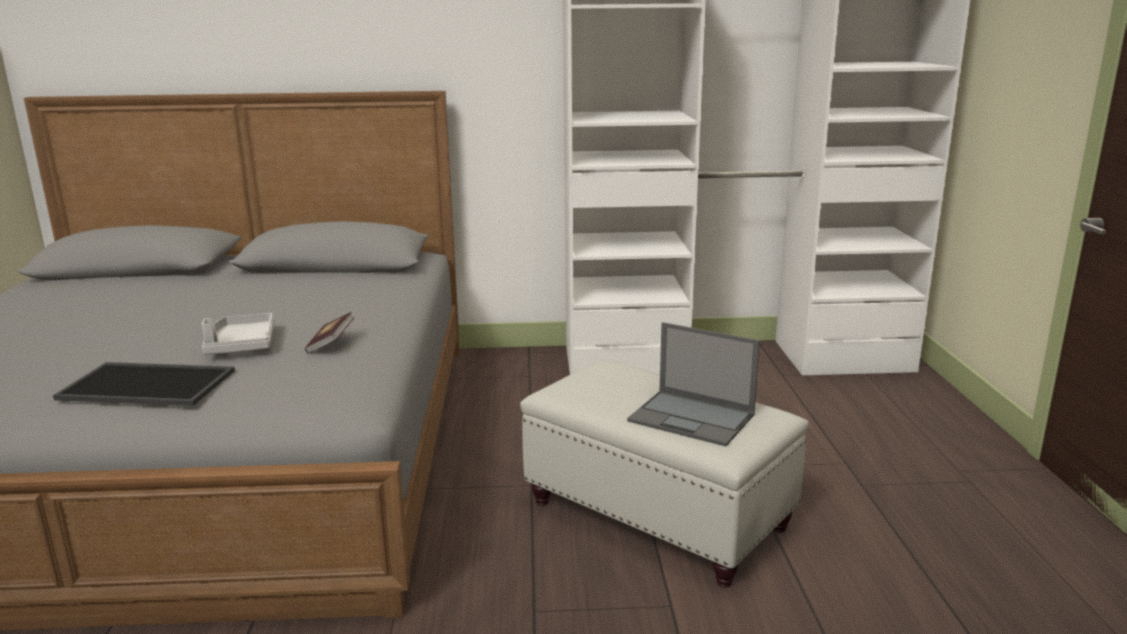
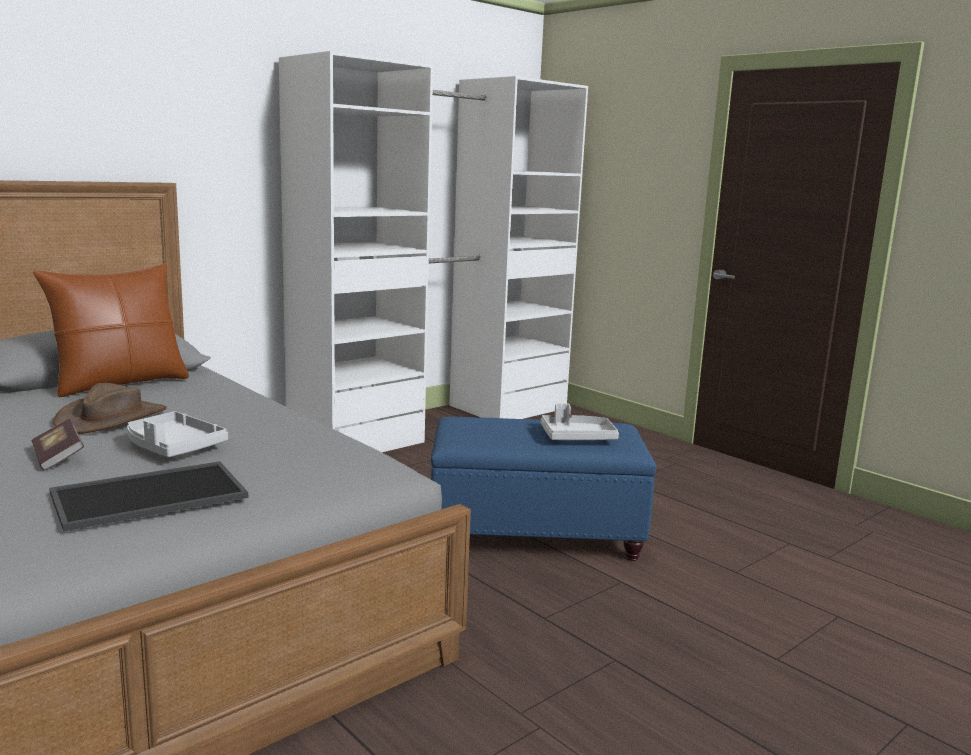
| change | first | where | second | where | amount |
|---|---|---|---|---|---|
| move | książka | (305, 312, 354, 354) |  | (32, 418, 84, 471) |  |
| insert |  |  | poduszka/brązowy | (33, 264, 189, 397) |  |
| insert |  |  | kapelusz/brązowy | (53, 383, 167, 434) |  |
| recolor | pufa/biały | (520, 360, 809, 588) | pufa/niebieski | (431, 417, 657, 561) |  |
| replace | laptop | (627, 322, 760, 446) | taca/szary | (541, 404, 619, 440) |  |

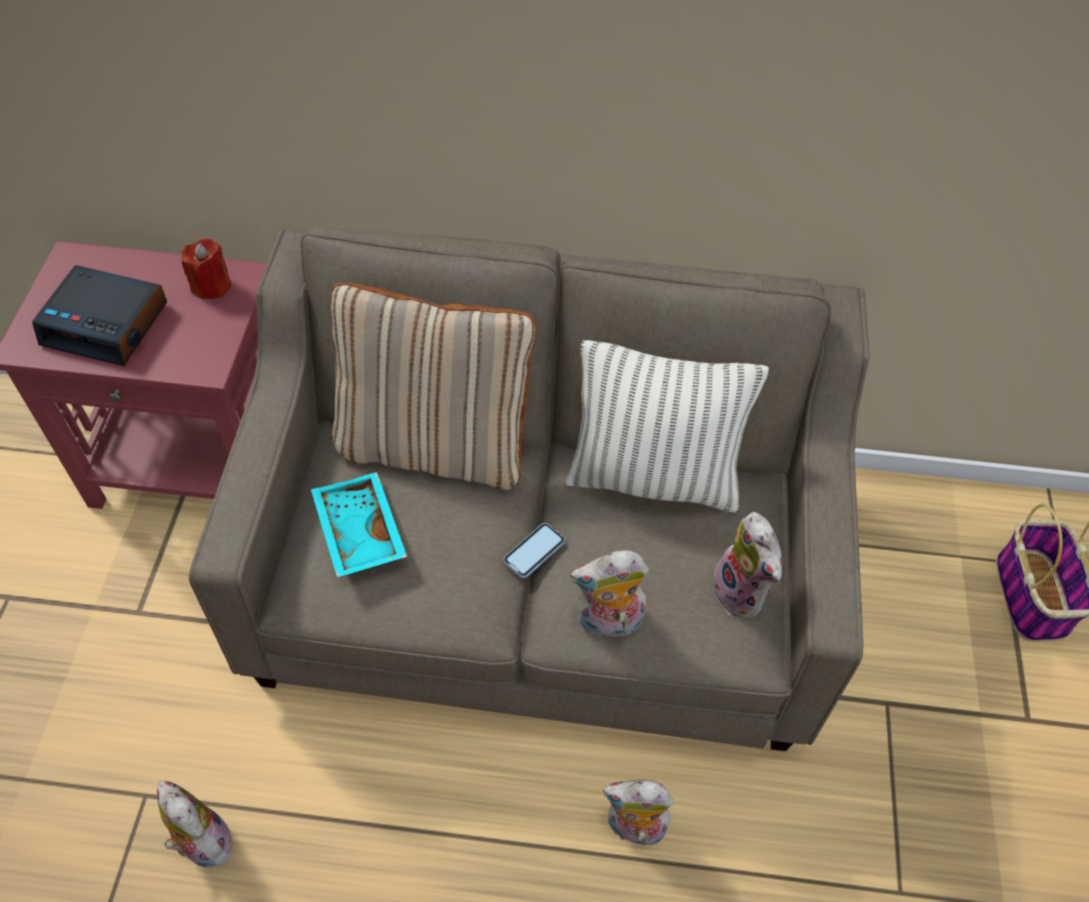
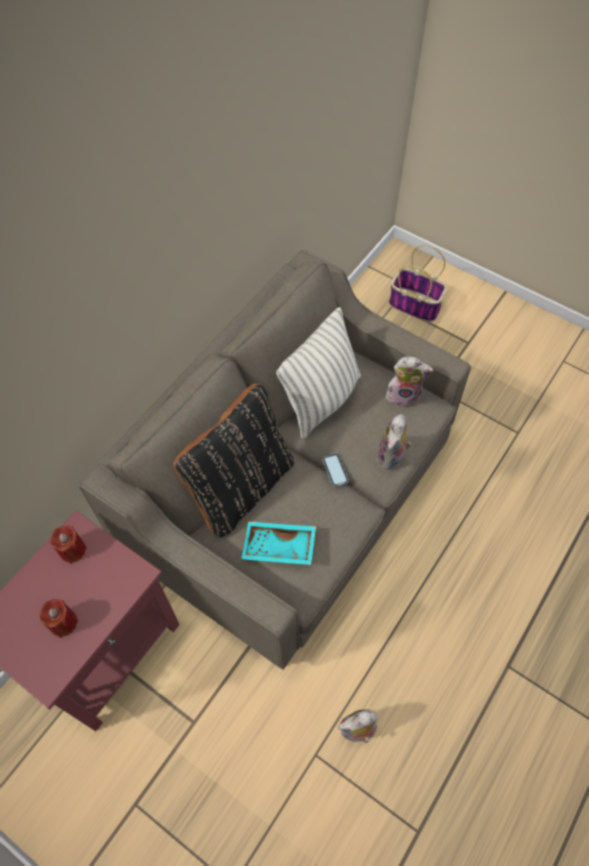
| change | first | where | second | where | amount |
|---|---|---|---|---|---|
| replace | budzik | (32, 265, 167, 366) | świeca/czerwony | (40, 599, 78, 638) |  |
| recolor | poduszka/beżowy | (331, 283, 537, 490) | poduszka/czarny | (173, 383, 294, 537) |  |
| delete | pluszak | (603, 779, 674, 846) |  |  |  |

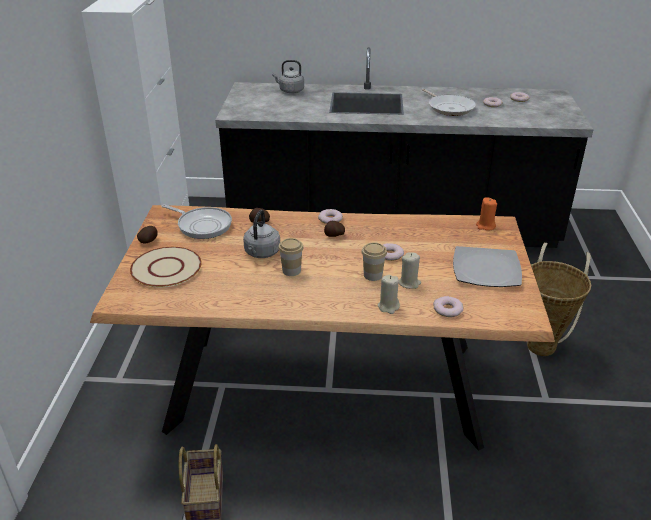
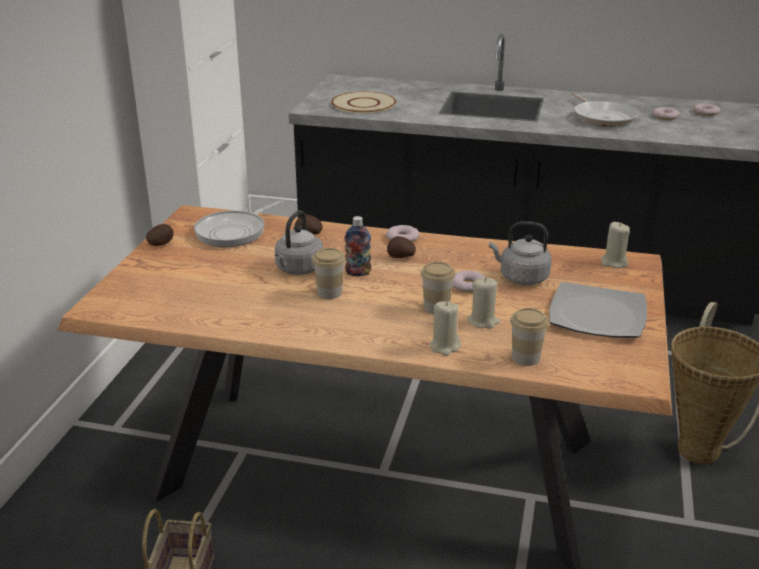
| change | first | where | second | where | amount |
|---|---|---|---|---|---|
| rotate | patelnia | (161, 204, 232, 239) |  | (194, 200, 283, 247) | 90 degrees clockwise |
| move | talerz/beżowy | (130, 247, 202, 287) |  | (331, 91, 396, 114) |  |
| insert |  |  | butelka | (344, 216, 371, 276) |  |
| move | czajnik/szary | (272, 60, 304, 93) |  | (489, 221, 552, 285) |  |
| replace | donut | (433, 296, 463, 317) | filiżanka | (510, 308, 549, 366) |  |
| recolor | świeca/pomarańczowy | (476, 197, 497, 230) | świeca/beżowy | (601, 222, 630, 268) |  |

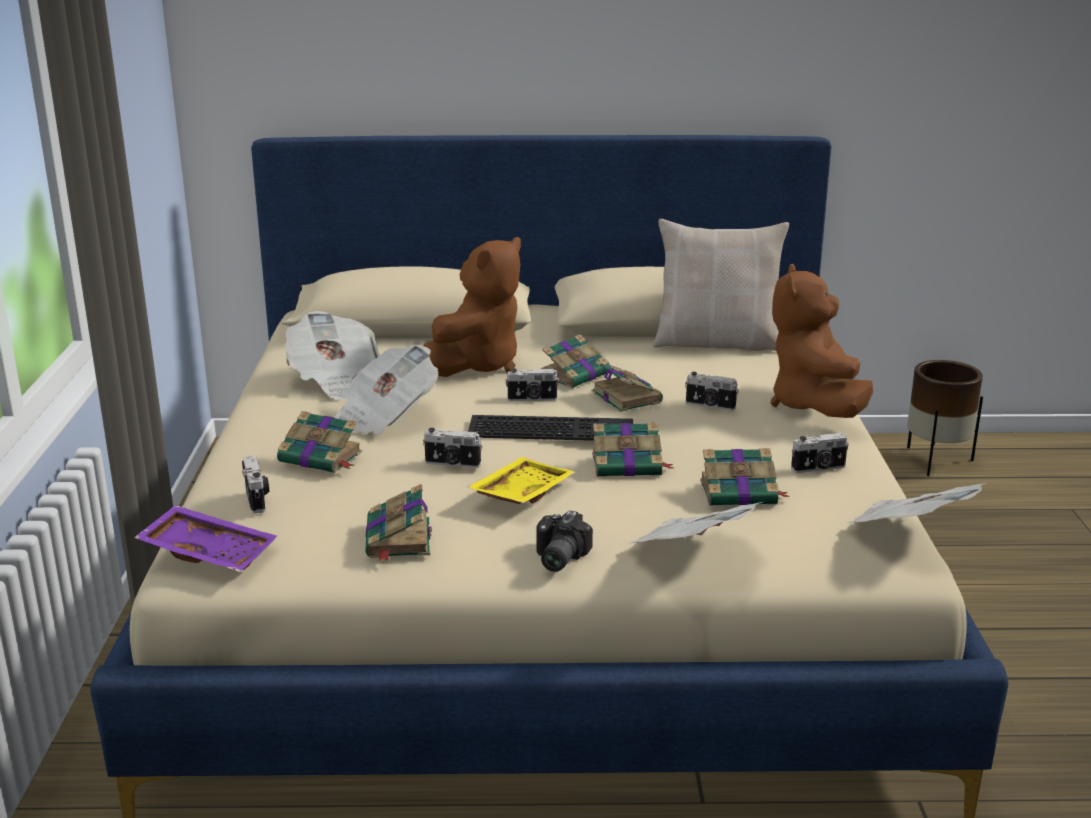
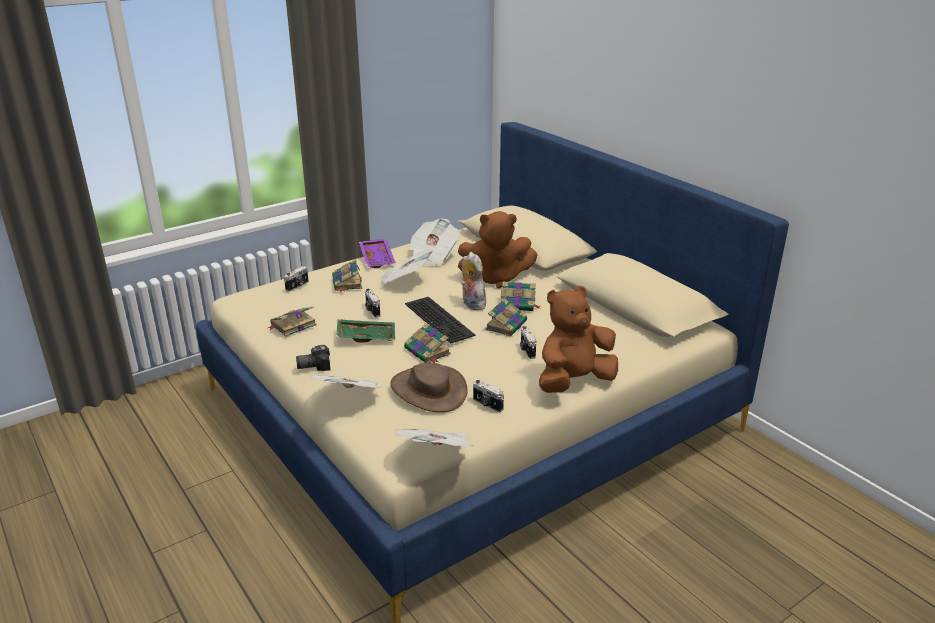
| change | first | where | second | where | amount |
|---|---|---|---|---|---|
| recolor | taca/żółty | (467, 457, 575, 504) | taca/zielony | (336, 319, 395, 342) |  |
| move | taca/fioletowy | (134, 505, 277, 572) |  | (359, 239, 396, 268) |  |
| replace | książka | (700, 448, 790, 506) | kapelusz/brązowy | (390, 363, 468, 412) |  |
| replace | aparat fotograficzny | (505, 368, 559, 401) | pluszak | (461, 252, 488, 310) |  |
| delete | poduszka/beżowy | (653, 219, 789, 351) |  |  |  |
| delete | donica/brązowy | (907, 360, 983, 476) |  |  |  |

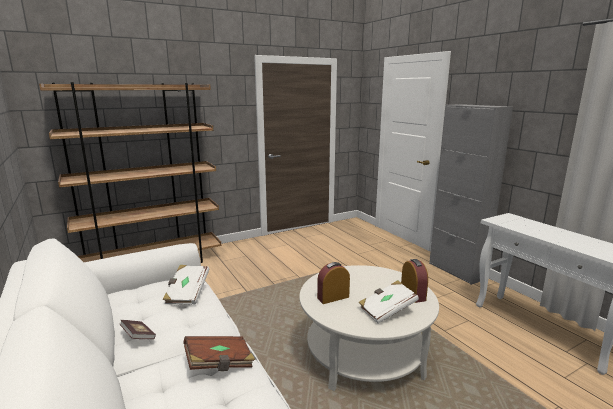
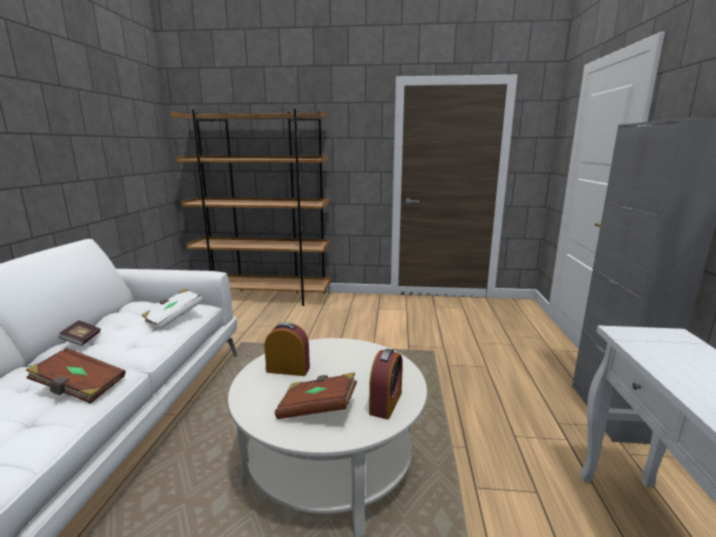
| change | first | where | second | where | amount |
|---|---|---|---|---|---|
| recolor | książka/biały | (358, 280, 419, 324) | książka/brązowy | (275, 372, 357, 419) |  |

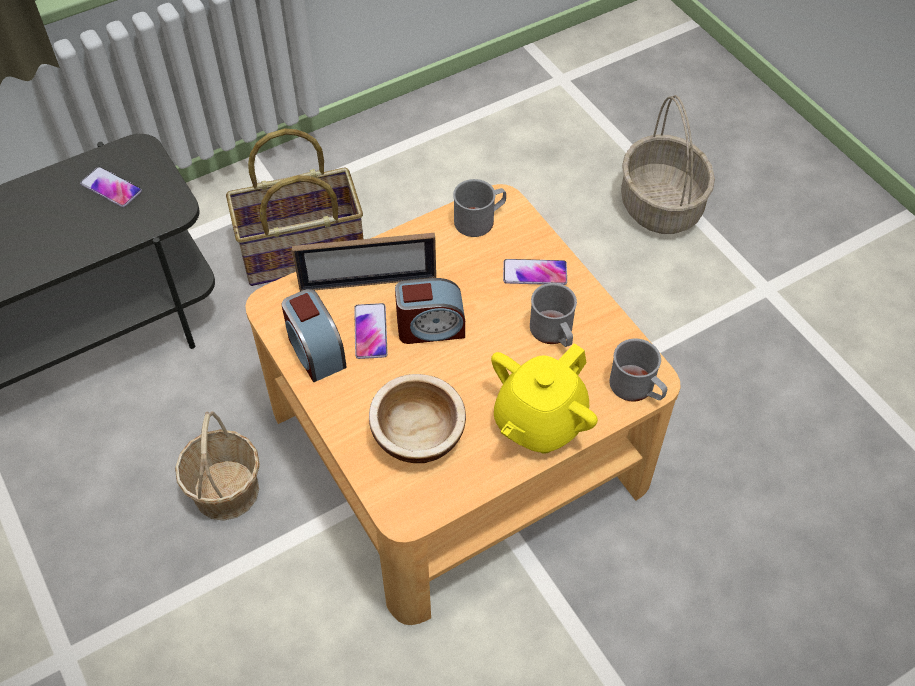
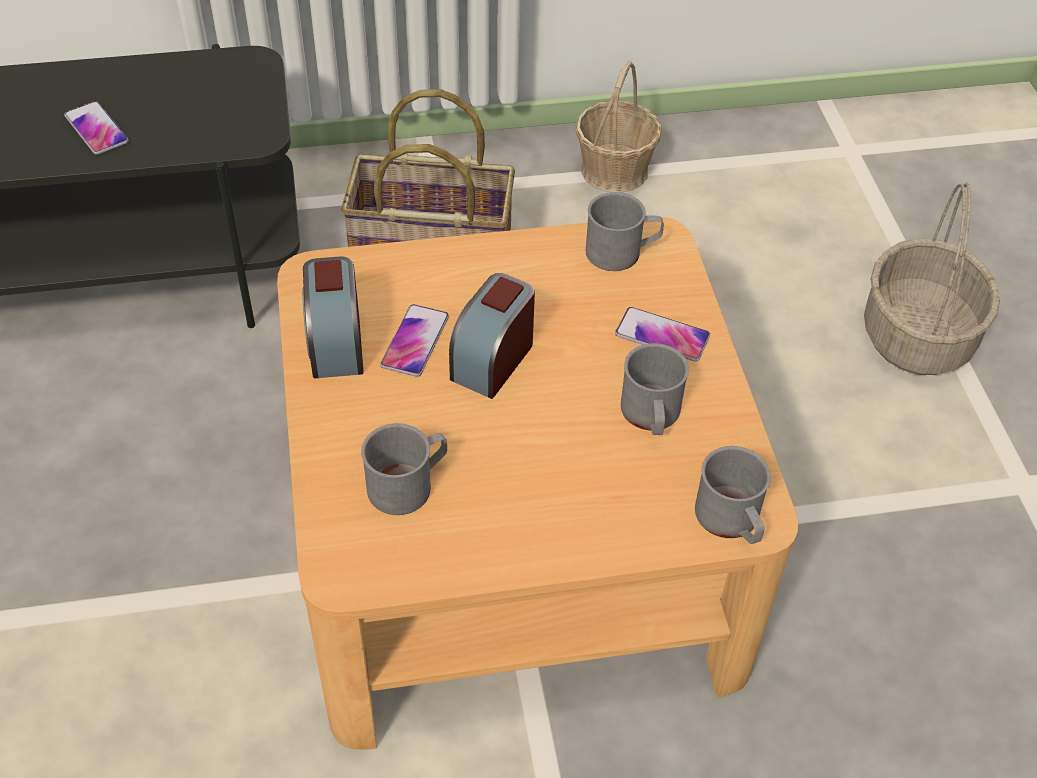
| change | first | where | second | where | amount |
|---|---|---|---|---|---|
| move | telefon | (80, 167, 142, 207) |  | (64, 101, 129, 155) |  |
| replace | miska | (369, 374, 466, 463) | kubek/szary | (361, 423, 447, 515) |  |
| rotate | budzik | (395, 278, 465, 344) |  | (449, 273, 535, 399) | 105 degrees clockwise |
| move | koszyk | (175, 411, 260, 521) |  | (576, 61, 661, 193) |  |
| delete | ramka na zdjęcie | (292, 233, 436, 292) |  |  |  |
| delete | imbryk/żółty | (491, 343, 598, 454) |  |  |  |

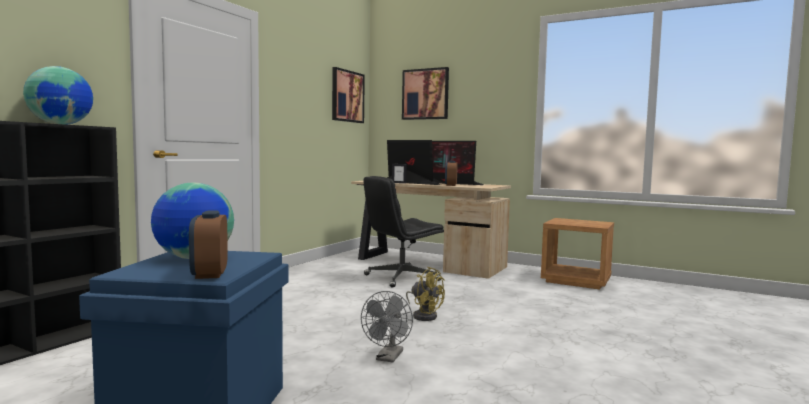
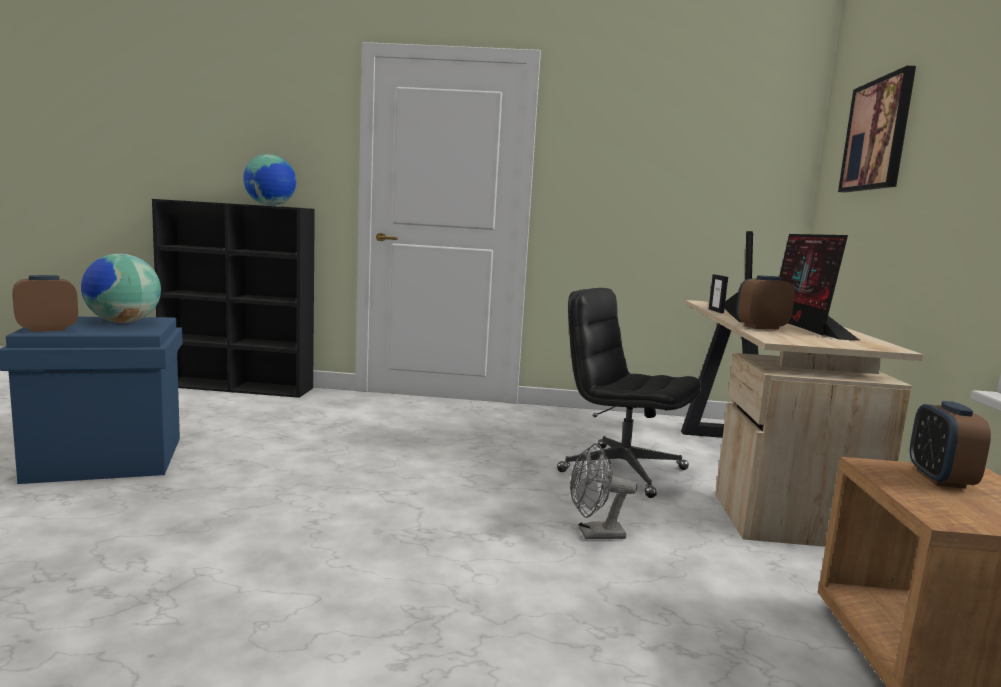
| change | first | where | second | where | amount |
|---|---|---|---|---|---|
| move | wentylator/szary | (361, 291, 413, 363) |  | (570, 444, 637, 539) |  |
| insert |  |  | budzik | (910, 401, 991, 489) |  |
| delete | obraz | (332, 67, 365, 123) |  |  |  |
| delete | wentylator/żółty | (406, 267, 445, 321) |  |  |  |

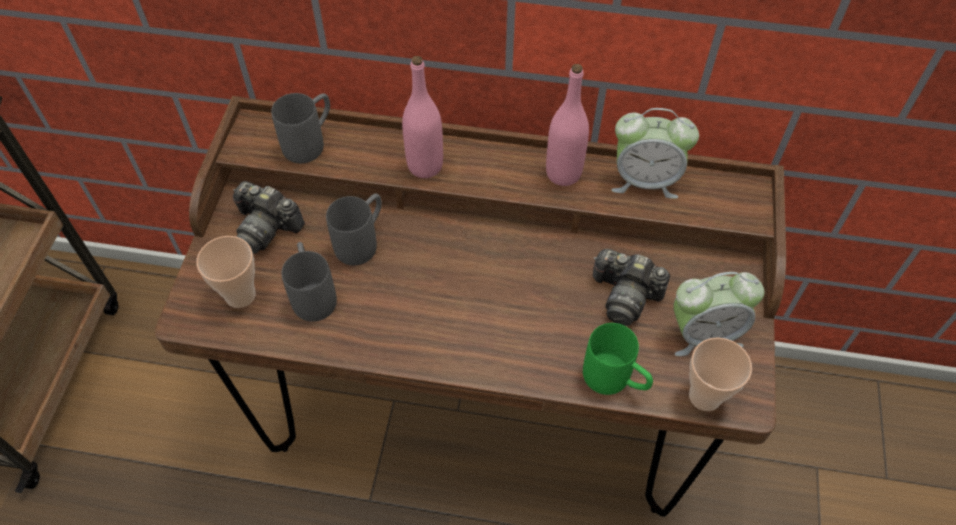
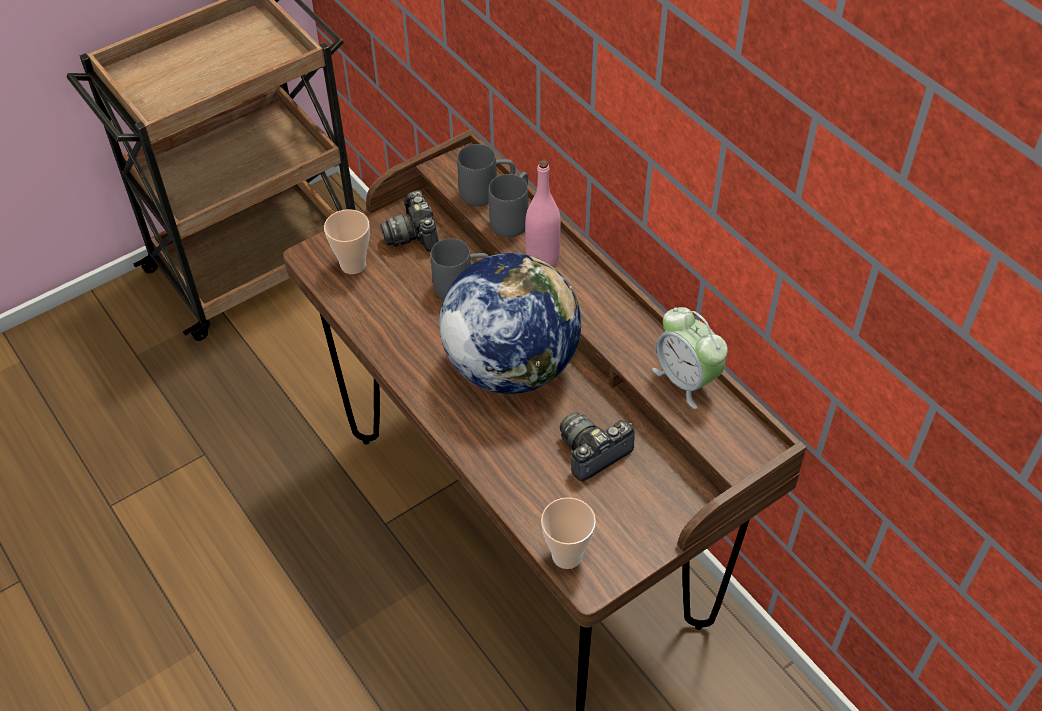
| change | first | where | second | where | amount |
|---|---|---|---|---|---|
| insert |  |  | globus | (439, 253, 581, 394) |  |
| move | kubek/szary | (282, 242, 337, 322) |  | (489, 172, 528, 237) |  |
| rotate | aparat fotograficzny | (593, 249, 670, 326) |  | (560, 413, 635, 481) | 75 degrees clockwise |
| delete | butelka/różowy | (546, 64, 589, 186) |  |  |  |
| delete | kubek/zielony | (583, 323, 653, 395) |  |  |  |
| delete | budzik | (673, 272, 765, 356) |  |  |  |

